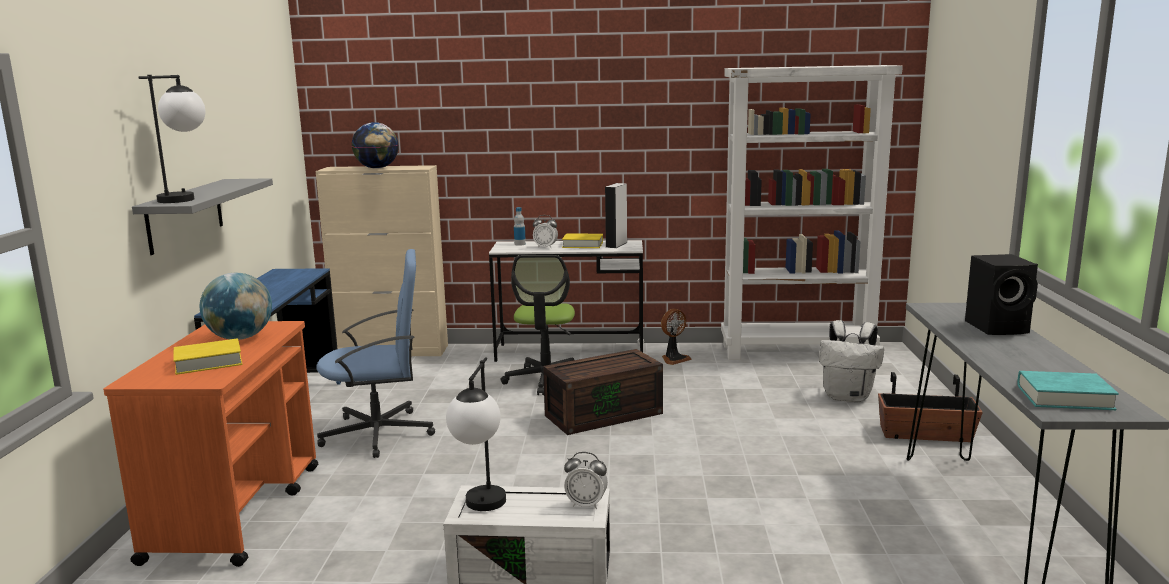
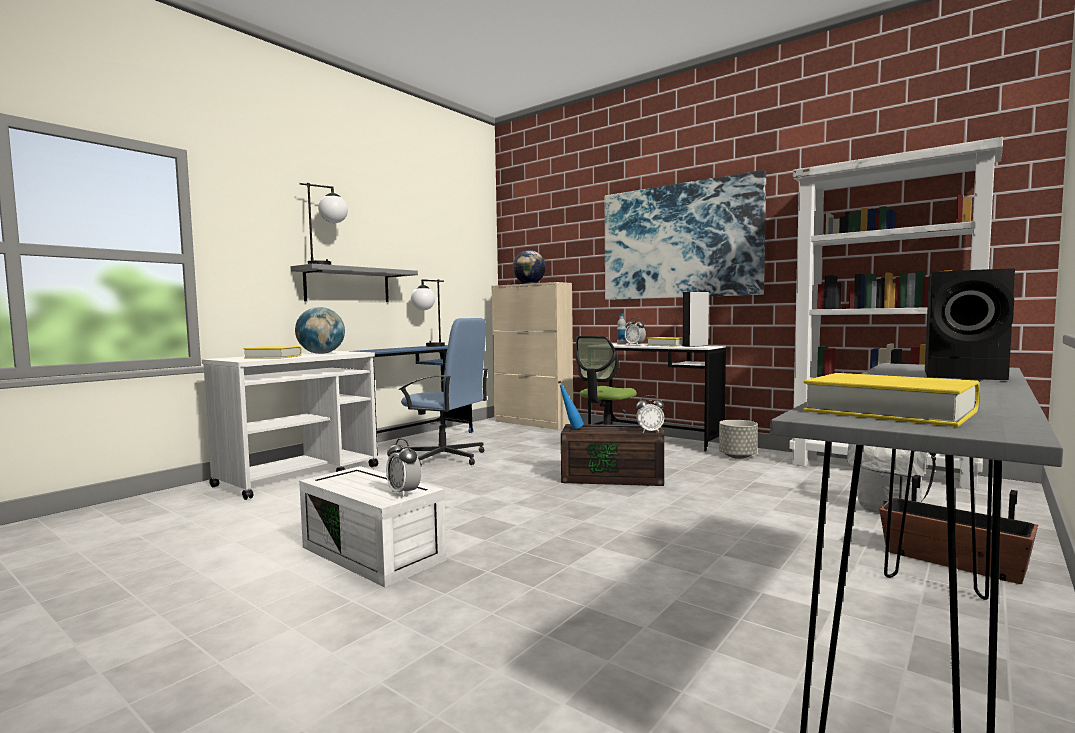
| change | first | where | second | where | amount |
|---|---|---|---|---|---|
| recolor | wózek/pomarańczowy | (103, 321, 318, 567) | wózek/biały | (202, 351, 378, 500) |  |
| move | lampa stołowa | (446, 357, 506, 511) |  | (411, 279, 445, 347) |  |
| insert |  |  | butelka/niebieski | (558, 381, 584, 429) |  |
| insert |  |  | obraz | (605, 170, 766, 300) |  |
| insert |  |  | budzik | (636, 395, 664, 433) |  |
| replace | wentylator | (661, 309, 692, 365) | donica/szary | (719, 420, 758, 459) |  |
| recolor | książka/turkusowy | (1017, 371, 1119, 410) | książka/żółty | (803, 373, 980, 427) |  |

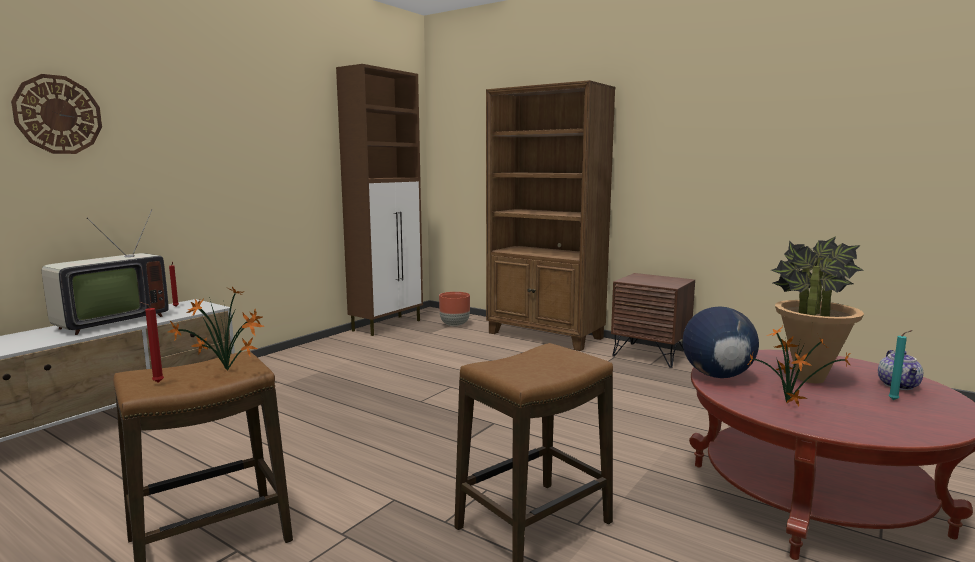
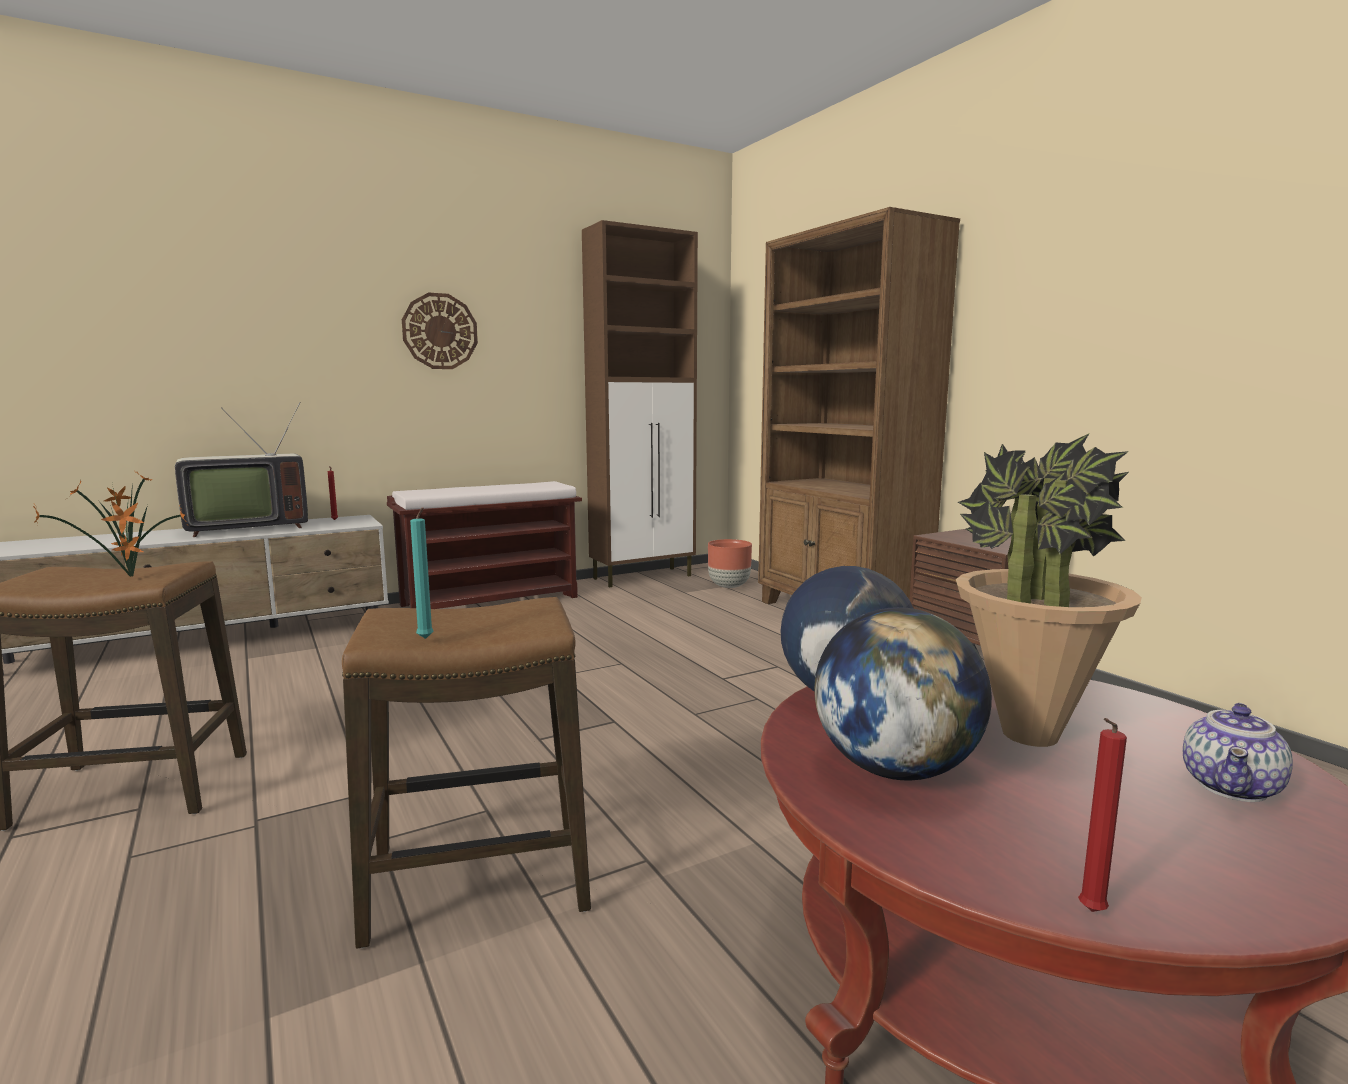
| change | first | where | second | where | amount |
|---|---|---|---|---|---|
| insert |  |  | ławka/brązowy | (387, 481, 582, 609) |  |
| move | zegar ścienny | (11, 74, 102, 154) |  | (402, 293, 478, 369) |  |
| move | świeca/turkusowy | (888, 330, 913, 400) |  | (410, 507, 434, 639) |  |
| replace | roślina doniczkowa | (748, 326, 850, 406) | globus | (814, 607, 992, 781) |  |
| move | świeca/czerwony | (140, 302, 164, 383) |  | (1078, 718, 1127, 912) |  |

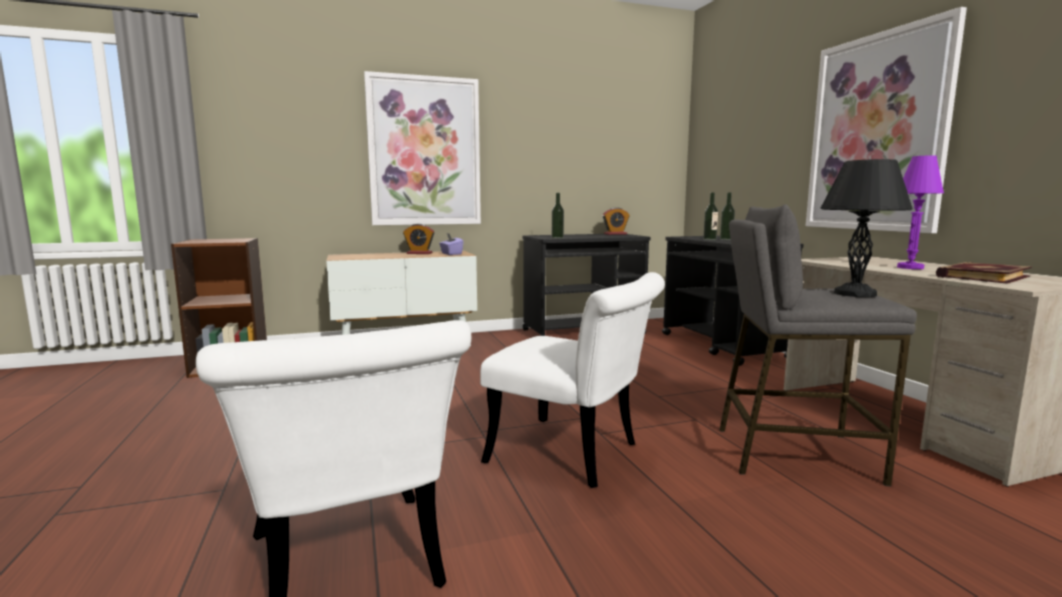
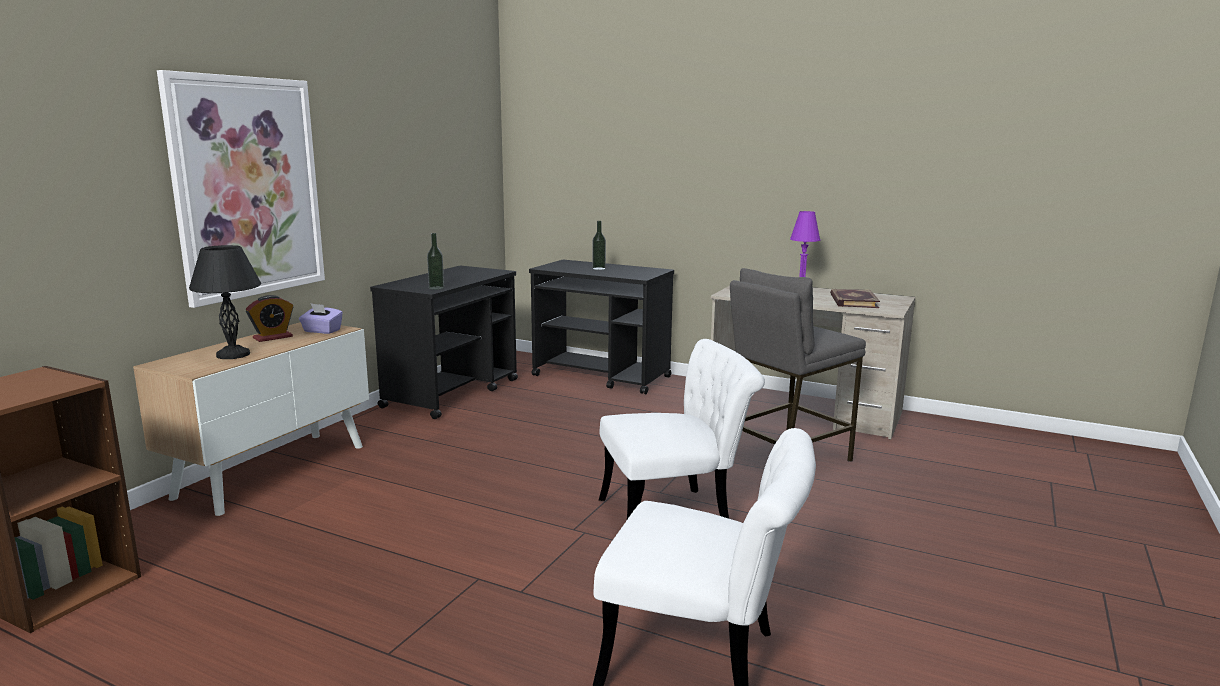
| change | first | where | second | where | amount |
|---|---|---|---|---|---|
| move | lampa stołowa/czarny | (820, 159, 913, 297) |  | (189, 245, 261, 359) |  |
| delete | budzik | (603, 207, 630, 235) |  |  |  |
| delete | butelka | (703, 193, 718, 240) |  |  |  |
| delete | obraz | (806, 7, 967, 233) |  |  |  |

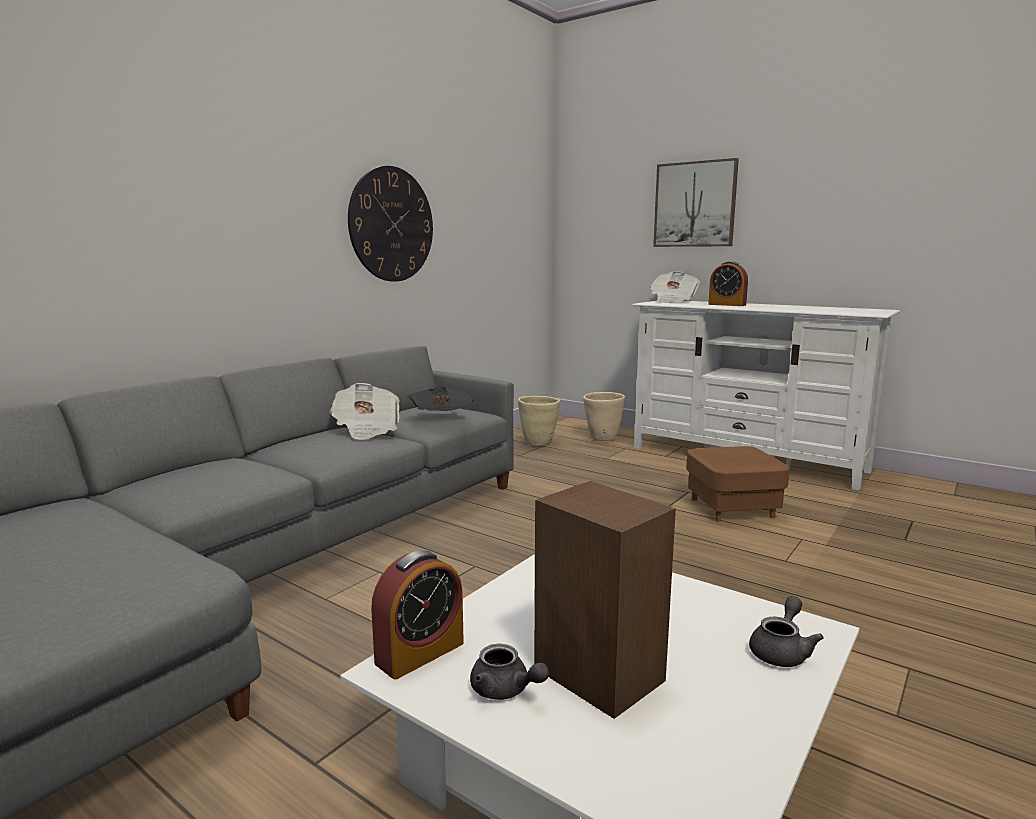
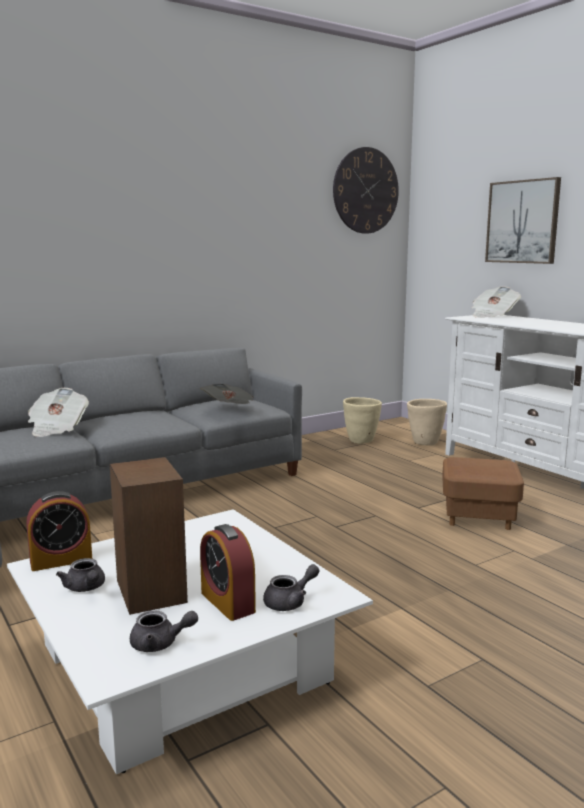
| change | first | where | second | where | amount |
|---|---|---|---|---|---|
| move | gazeta | (330, 383, 400, 440) |  | (28, 388, 89, 437) |  |
| insert |  |  | imbryk/szary | (130, 611, 198, 652) |  |
| move | budzik | (708, 261, 748, 306) |  | (200, 524, 256, 621) |  |
| move | zegar ścienny | (348, 166, 433, 282) |  | (333, 147, 399, 234) |  |

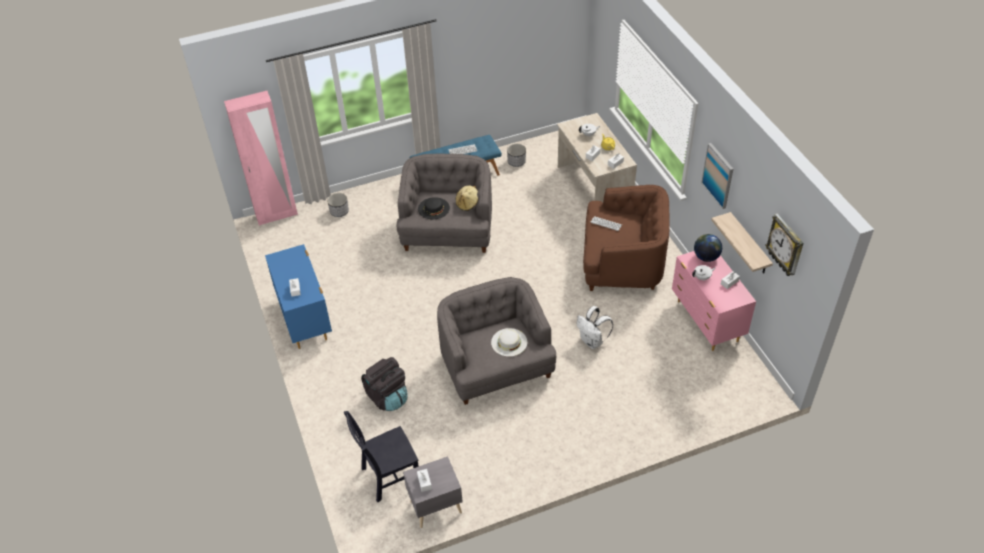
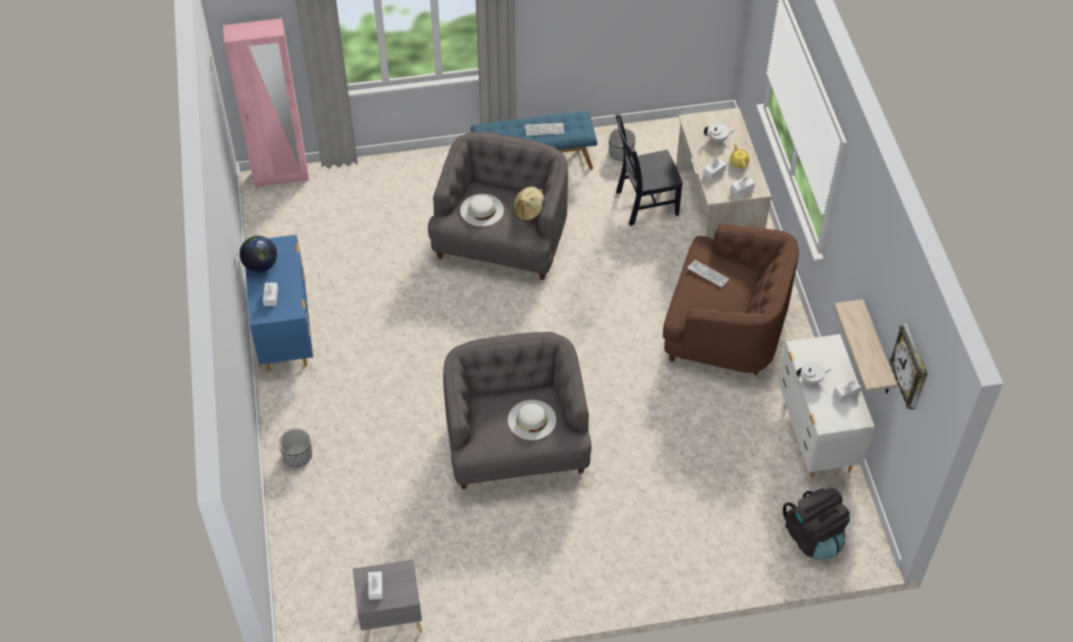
| change | first | where | second | where | amount |
|---|---|---|---|---|---|
| move | globus | (694, 234, 722, 262) |  | (240, 236, 277, 272) |  |
| move | donica | (327, 193, 349, 217) |  | (279, 429, 312, 467) |  |
| recolor | kapelusz/czarny | (418, 197, 450, 219) | kapelusz/biały | (460, 194, 504, 227) |  |
| move | krzesło/czarny | (344, 411, 419, 502) |  | (616, 114, 683, 226) |  |
| recolor | komoda/różowy | (672, 251, 756, 351) | komoda/biały | (778, 334, 875, 478) |  |
| move | plecak/czarny | (361, 357, 408, 411) |  | (783, 488, 850, 560) |  |
| delete | plecak/biały | (576, 306, 613, 349) |  |  |  |
| delete | obraz | (701, 143, 733, 209) |  |  |  |

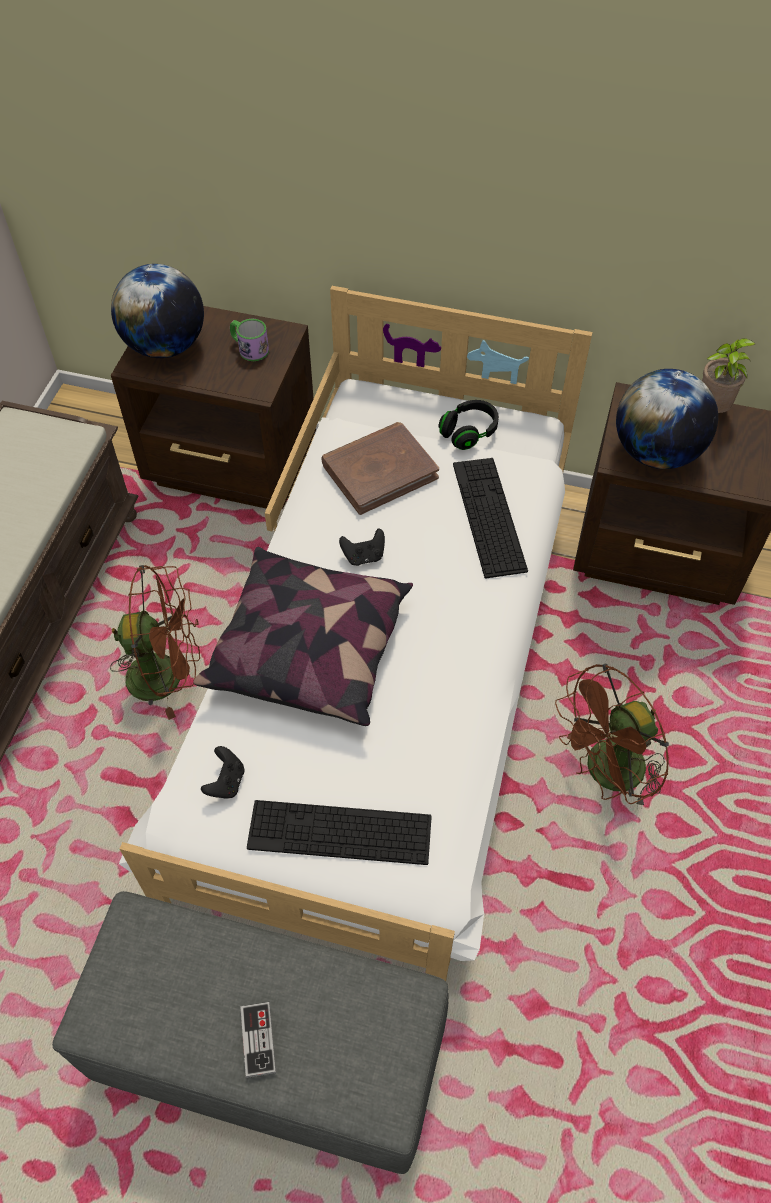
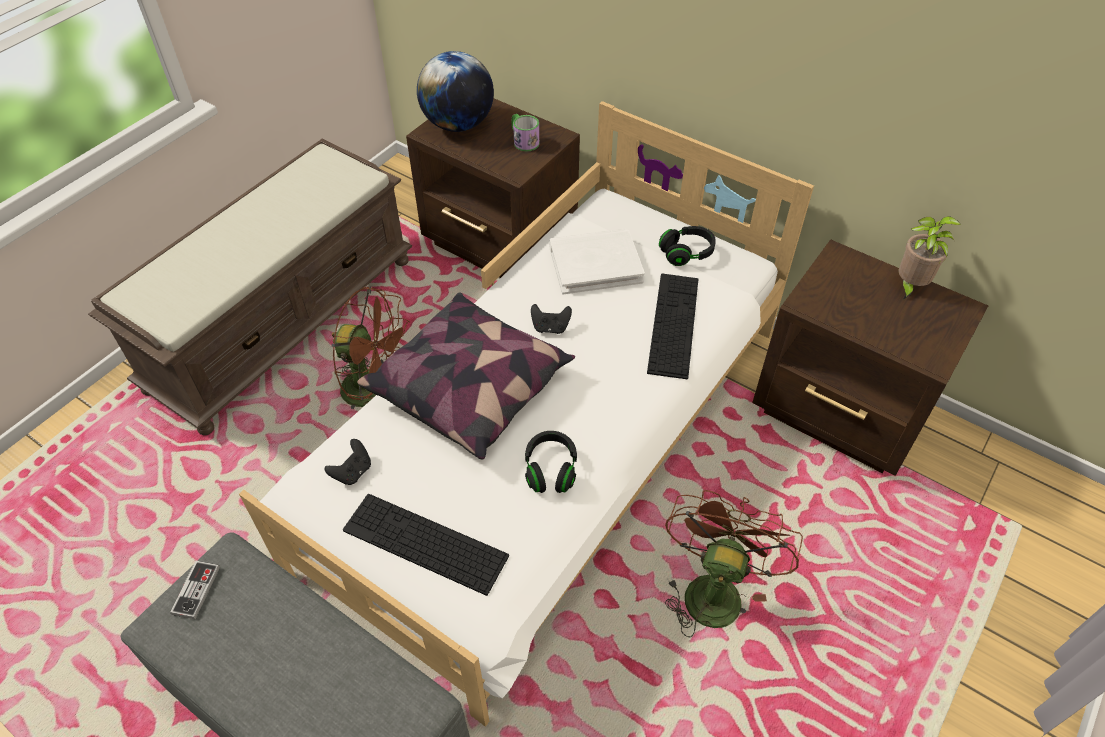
| change | first | where | second | where | amount |
|---|---|---|---|---|---|
| move | pad do gier | (240, 1002, 276, 1078) |  | (170, 561, 220, 619) |  |
| insert |  |  | słuchawki/czarny | (525, 431, 577, 493) |  |
| recolor | książka/brązowy | (321, 422, 439, 515) | książka/biały | (549, 228, 645, 294) |  |
| rotate | wentylator/brązowy | (555, 664, 669, 805) |  | (665, 490, 803, 637) | 120 degrees clockwise |
| delete | globus | (616, 369, 718, 469) |  |  |  |

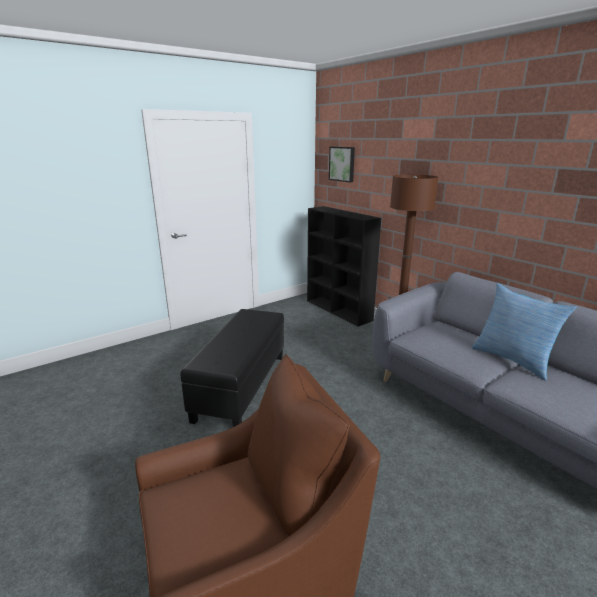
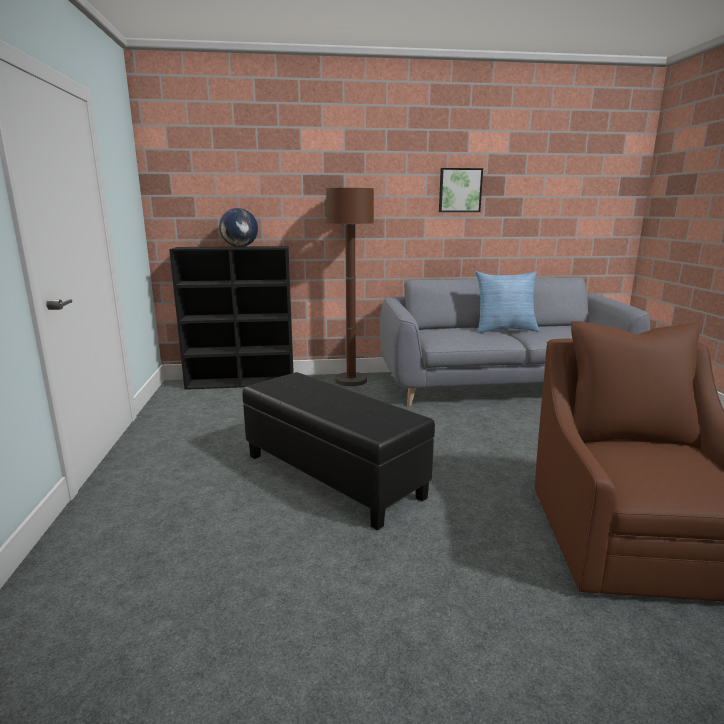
| change | first | where | second | where | amount |
|---|---|---|---|---|---|
| insert |  |  | globus | (219, 208, 258, 247) |  |
| move | obraz | (329, 147, 355, 182) |  | (439, 168, 483, 212) |  |

